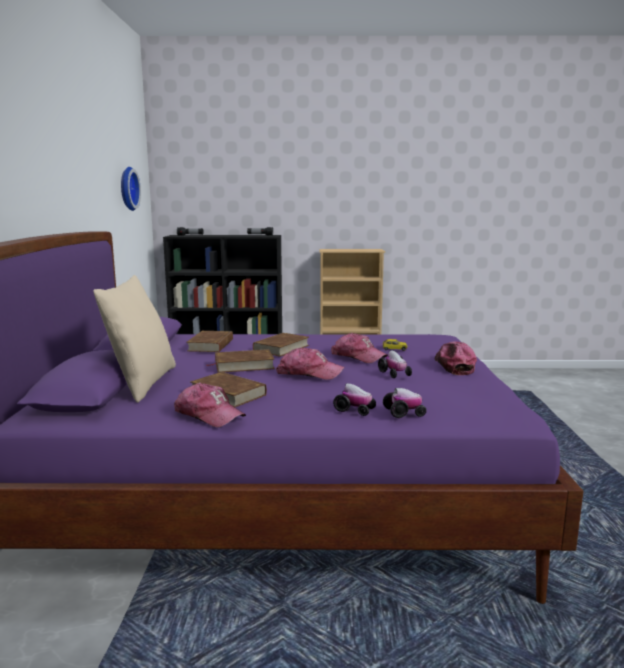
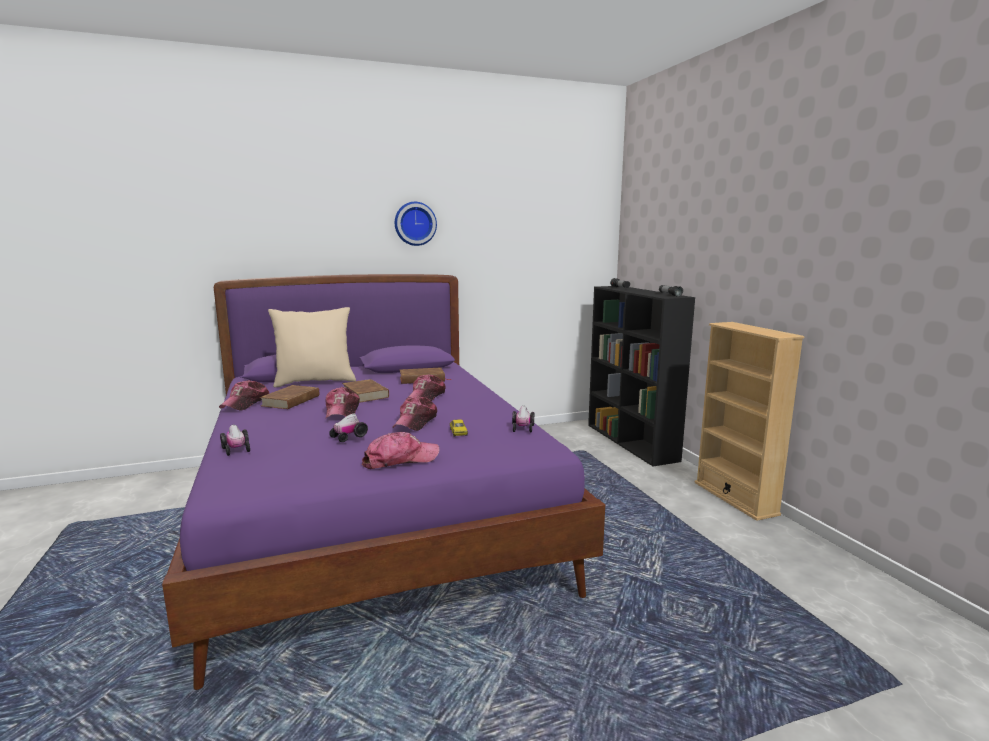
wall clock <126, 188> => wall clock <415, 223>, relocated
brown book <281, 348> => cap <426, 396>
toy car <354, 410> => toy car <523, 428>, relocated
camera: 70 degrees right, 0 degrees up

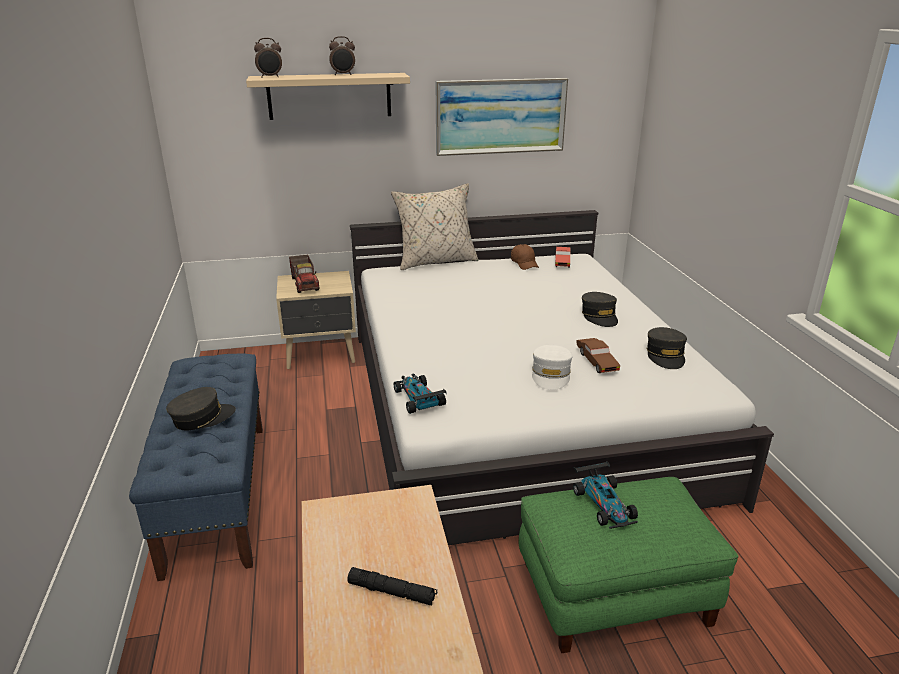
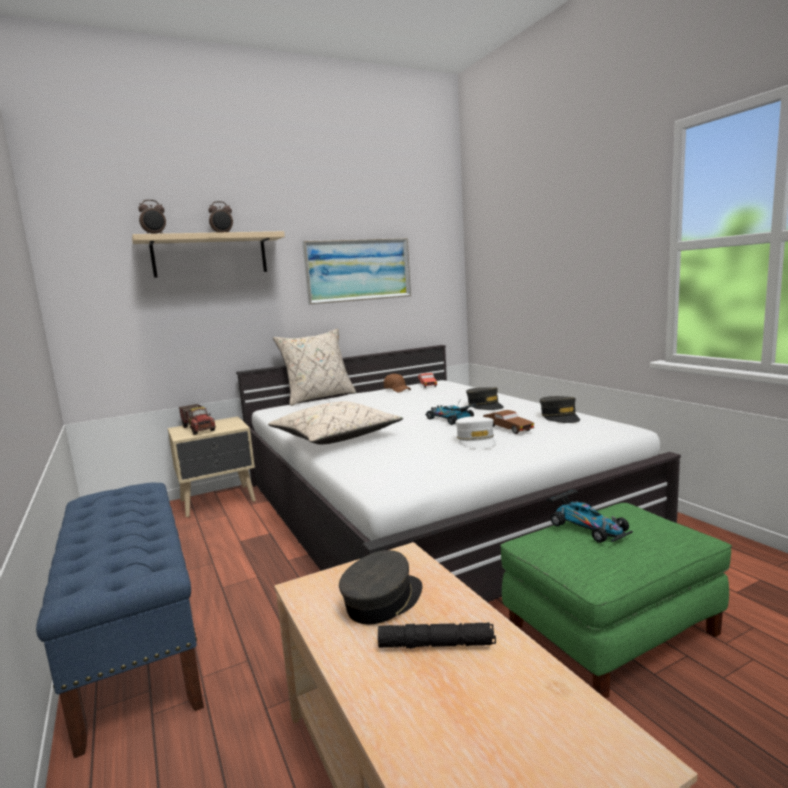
grey cap <202, 418> => grey cap <383, 601>, relocated
toy car <418, 399> => toy car <449, 419>, relocated
nothing => beige pillow <335, 438>
camera: 15 degrees left, 15 degrees down

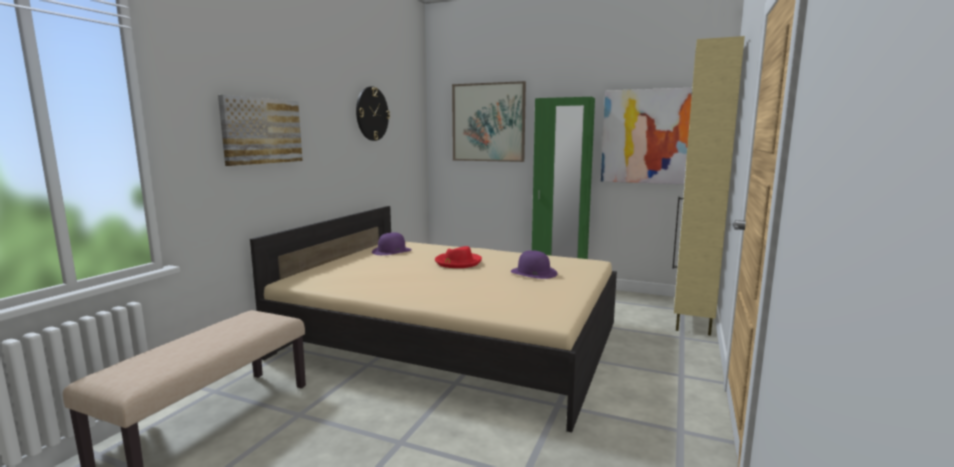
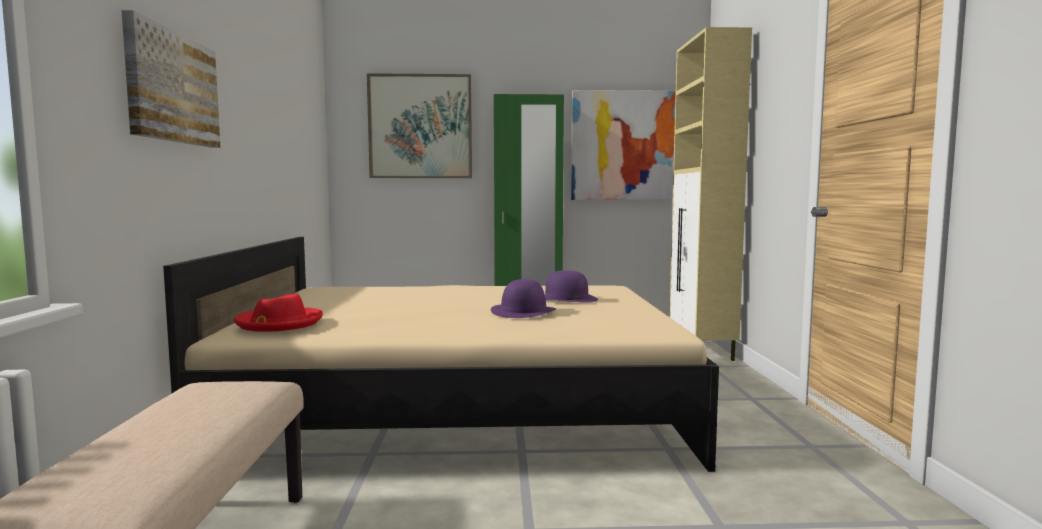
wall clock <372, 113> => nothing
purple hat <392, 251> => purple hat <523, 311>, relocated
red hat <458, 262> => red hat <279, 323>, relocated
camera: 25 degrees left, 5 degrees down

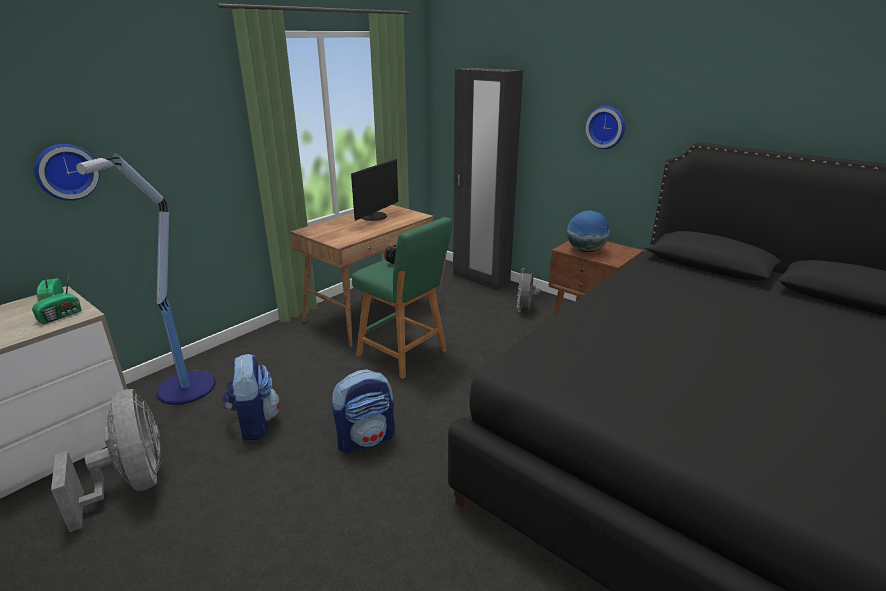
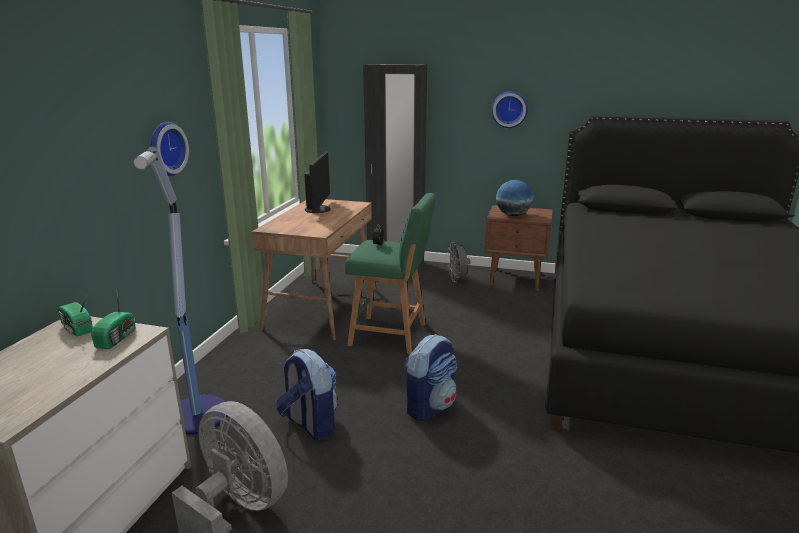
wall clock <66, 171> => wall clock <165, 148>, relocated
camera: 25 degrees left, 5 degrees down

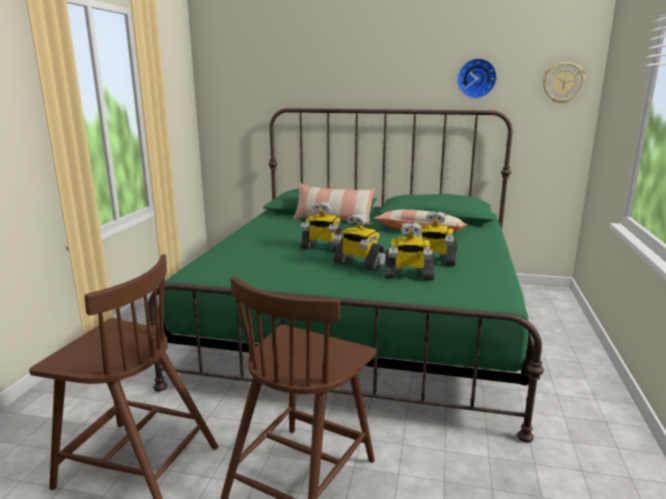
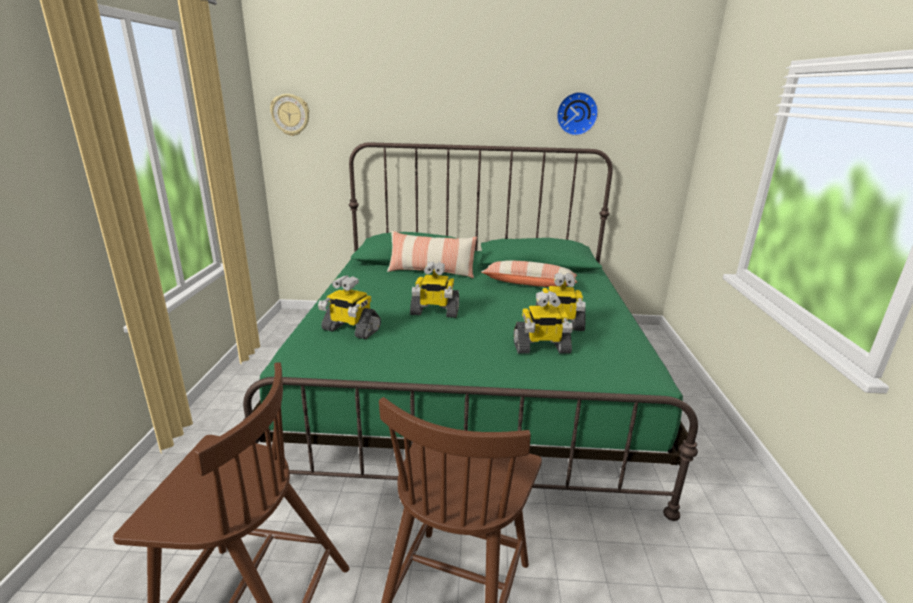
toy robot <358, 264> => toy robot <350, 330>, relocated
wall clock <563, 83> => wall clock <290, 115>, relocated
camera: 10 degrees left, 5 degrees up

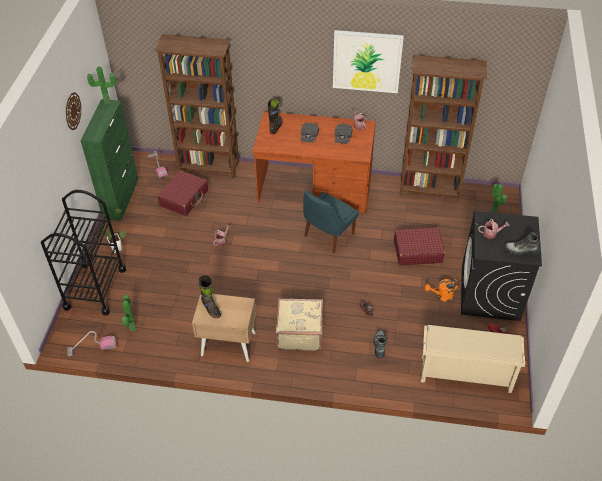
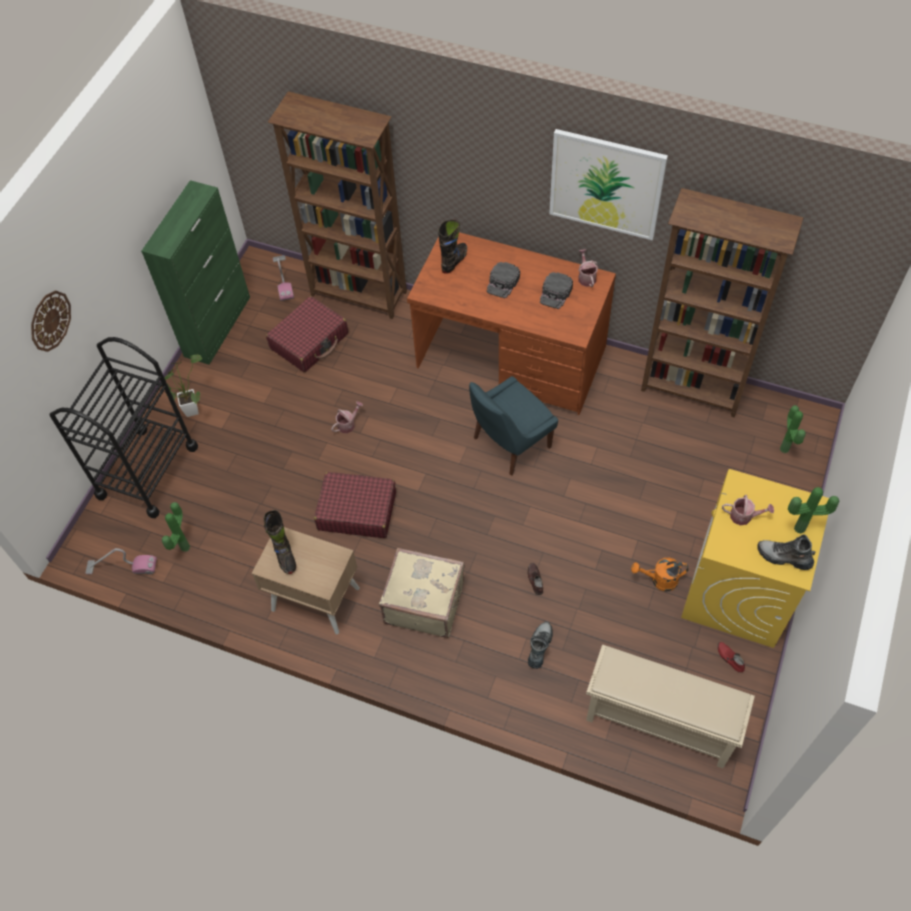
wall clock <72, 111> => wall clock <50, 321>, relocated
potted plant <107, 103> => potted plant <800, 530>, relocated
red suitcase <417, 251> => red suitcase <356, 511>, relocated
black washing machine <490, 293> => yellow washing machine <738, 591>
camera: 15 degrees right, 10 degrees up

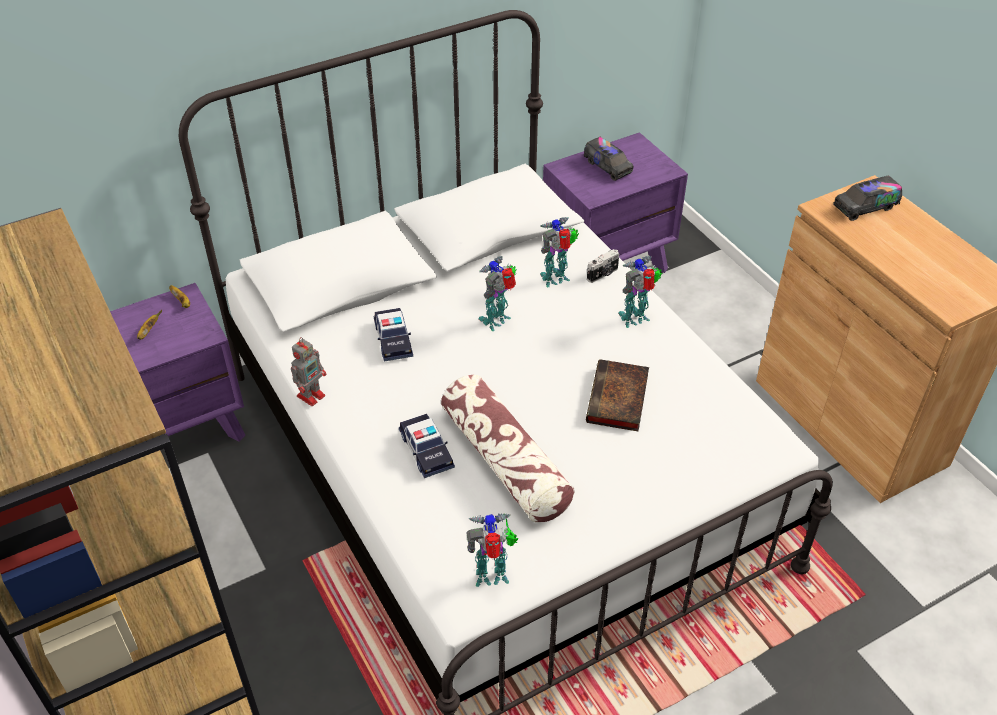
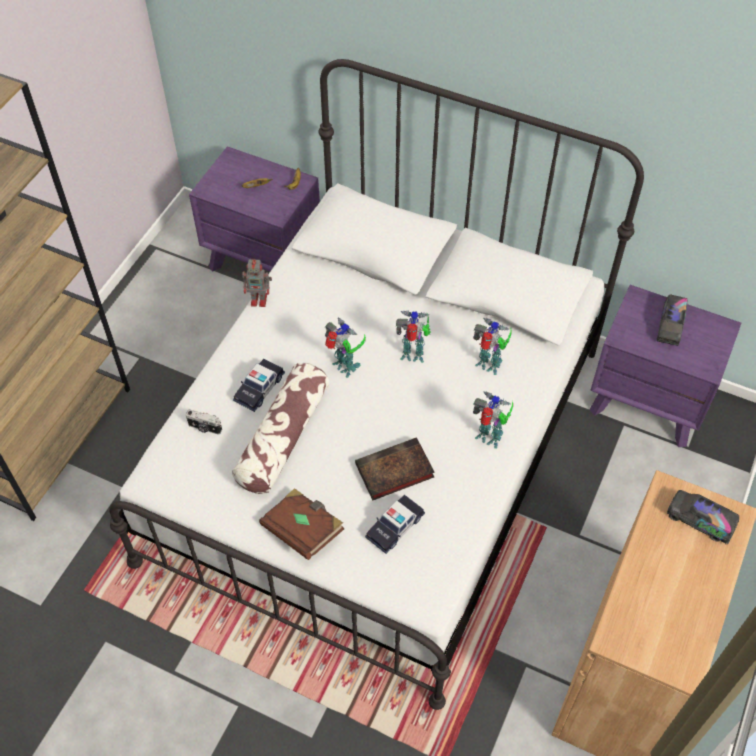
toy car <393, 340> => toy car <395, 527>, relocated
toy robot <493, 576> => toy robot <345, 368>, relocated
photo camera <603, 274> => photo camera <204, 428>, relocated
nothing => brown book <303, 530>
camera: 55 degrees right, 10 degrees up

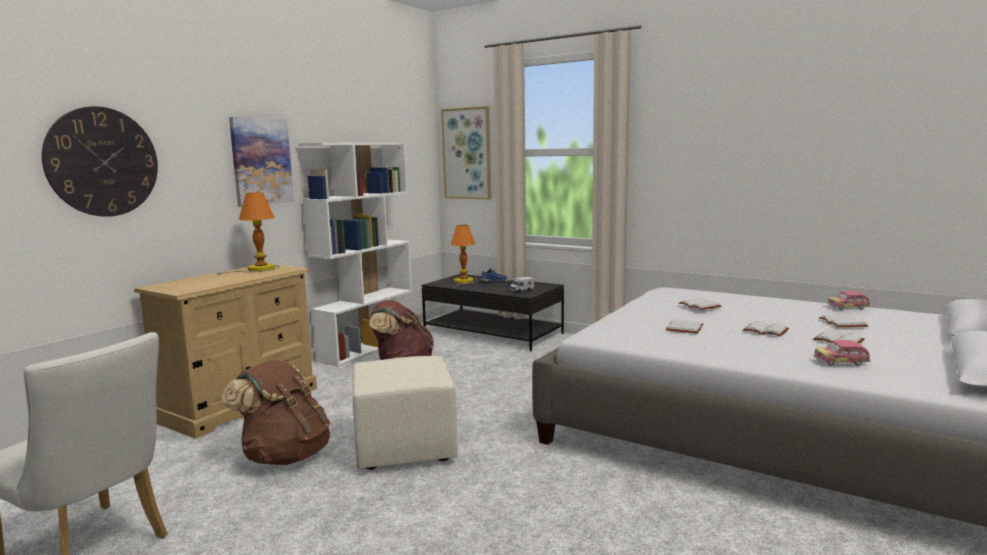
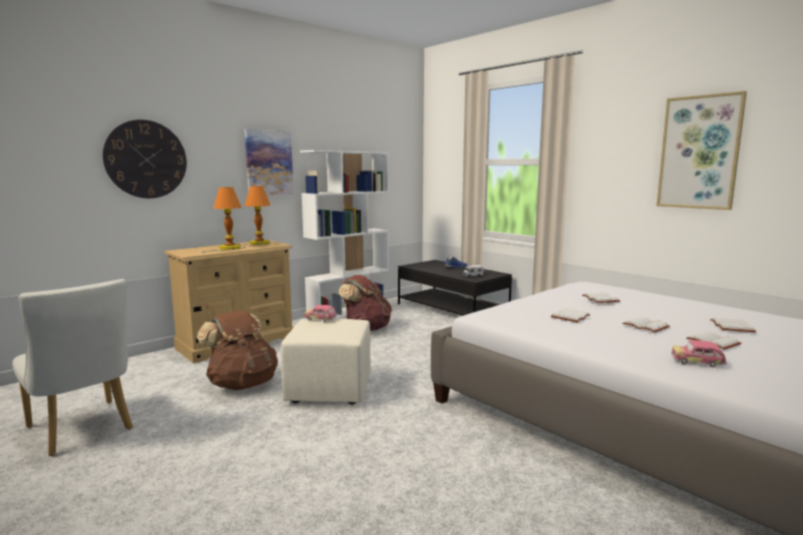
picture <467, 153> => picture <699, 152>, relocated
table lamp <464, 281> => table lamp <229, 248>, relocated
toy car <848, 308> => toy car <320, 319>, relocated
camera: 15 degrees right, 0 degrees up

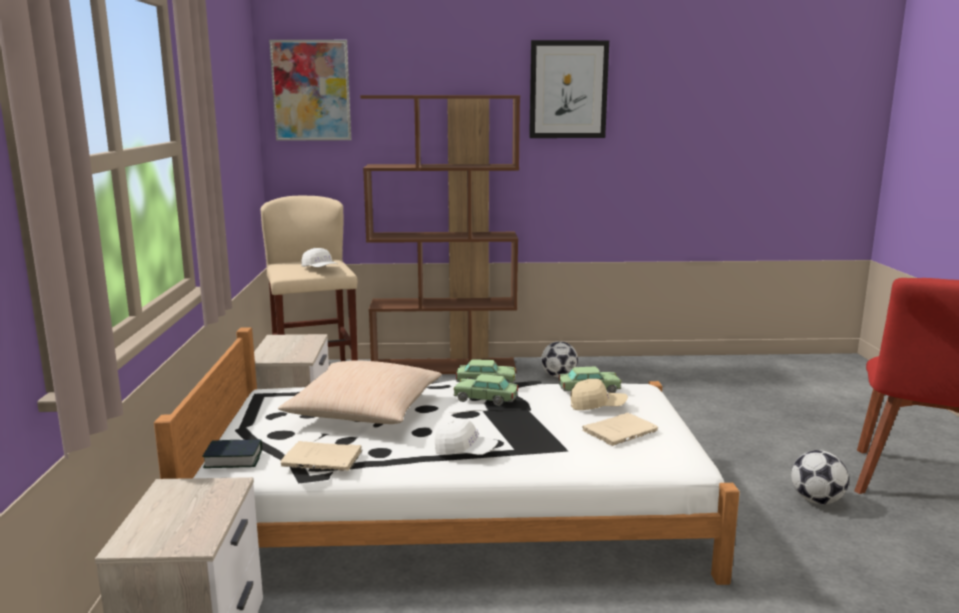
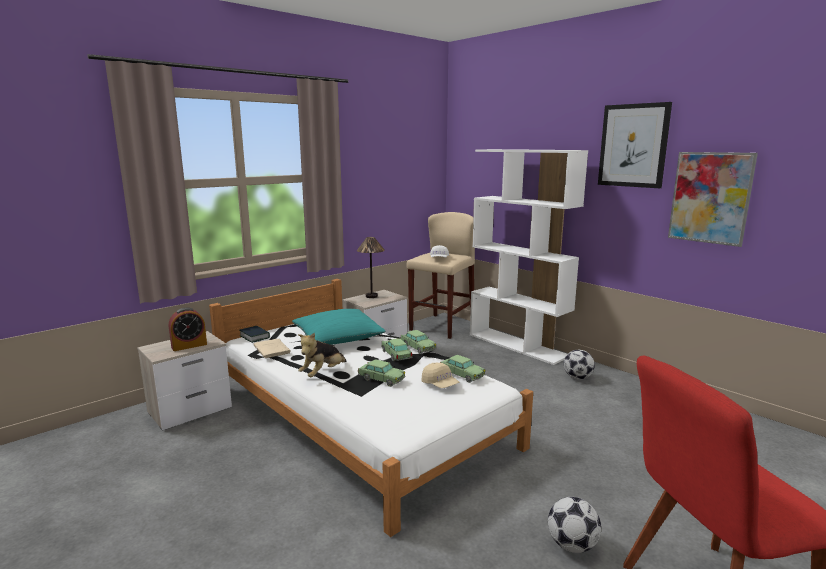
picture <311, 90> => picture <710, 198>, relocated
beige pillow <364, 410> => turquoise pillow <337, 338>
brown bookcase <445, 367> => white bookcase <518, 345>
white cap <465, 451> => plush toy <323, 373>
beige book <621, 431> => nothing
nothing => alarm clock <189, 345>
nothing => table lamp <372, 296>
nothing => toy car <381, 379>
camera: 50 degrees right, 0 degrees up

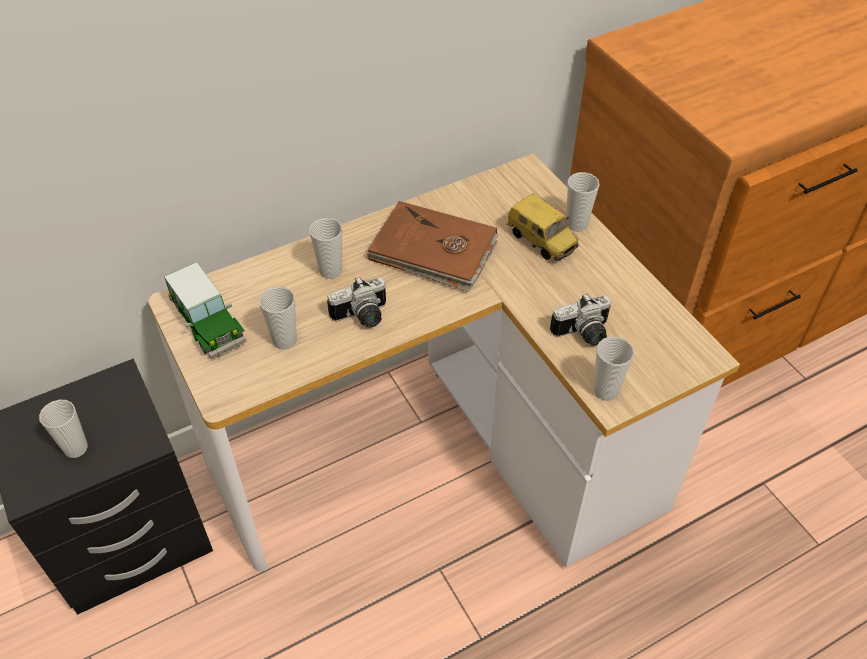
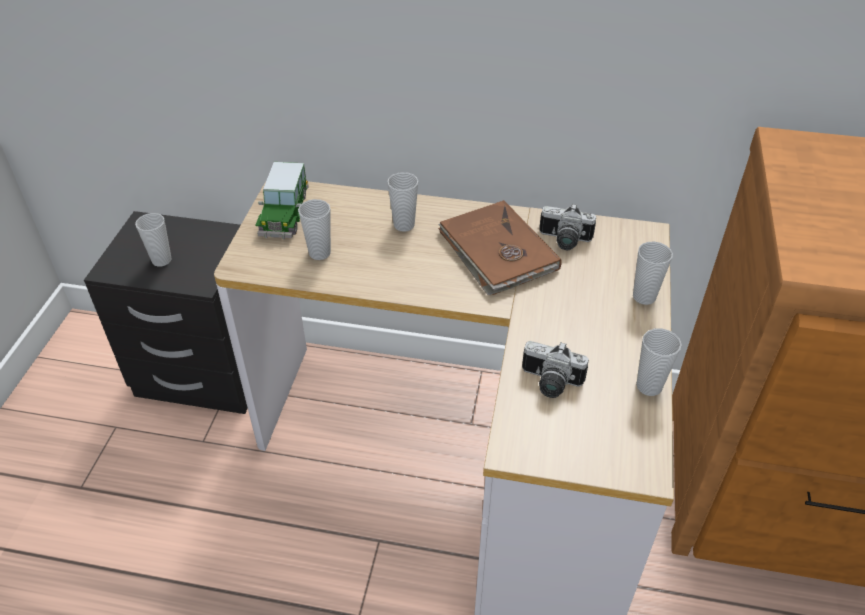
photo camera <362, 317> => photo camera <564, 241>, relocated
toy car <542, 241> => nothing
cup <605, 391> => cup <649, 386>, relocated
camera: 40 degrees right, 5 degrees down

